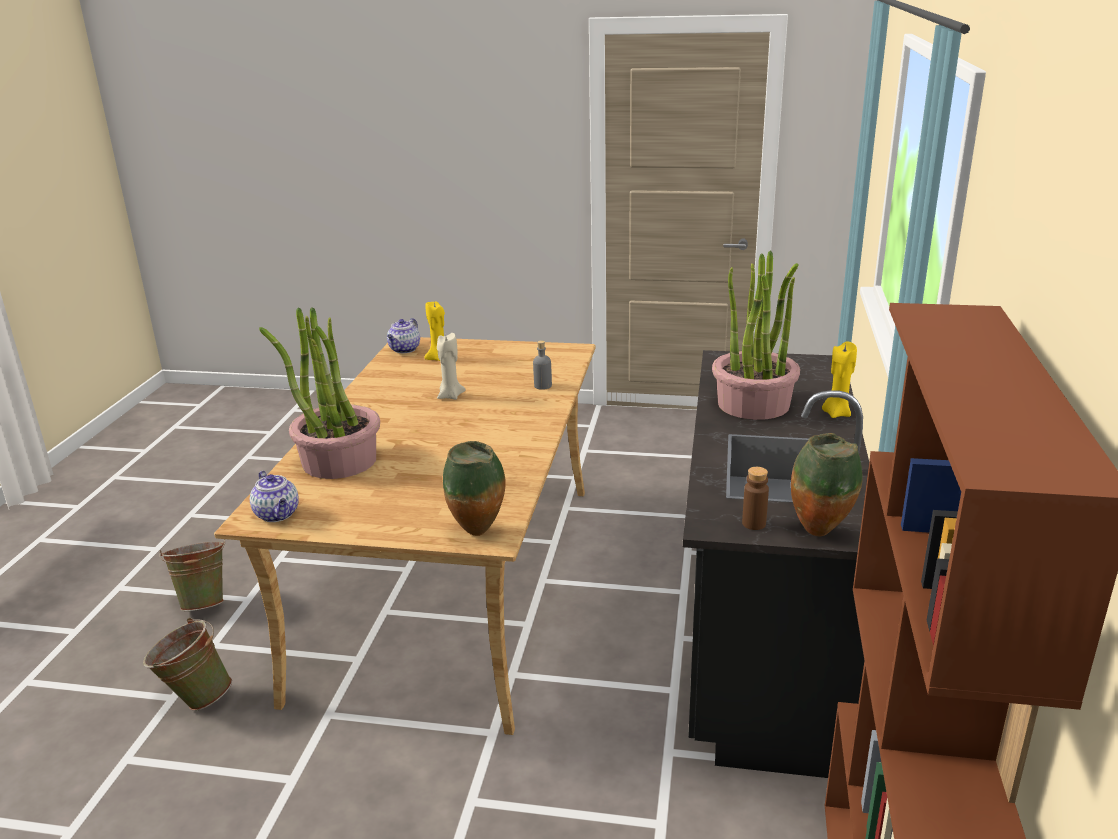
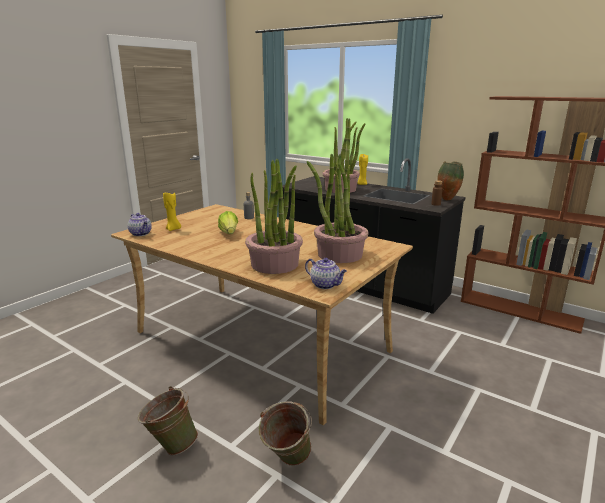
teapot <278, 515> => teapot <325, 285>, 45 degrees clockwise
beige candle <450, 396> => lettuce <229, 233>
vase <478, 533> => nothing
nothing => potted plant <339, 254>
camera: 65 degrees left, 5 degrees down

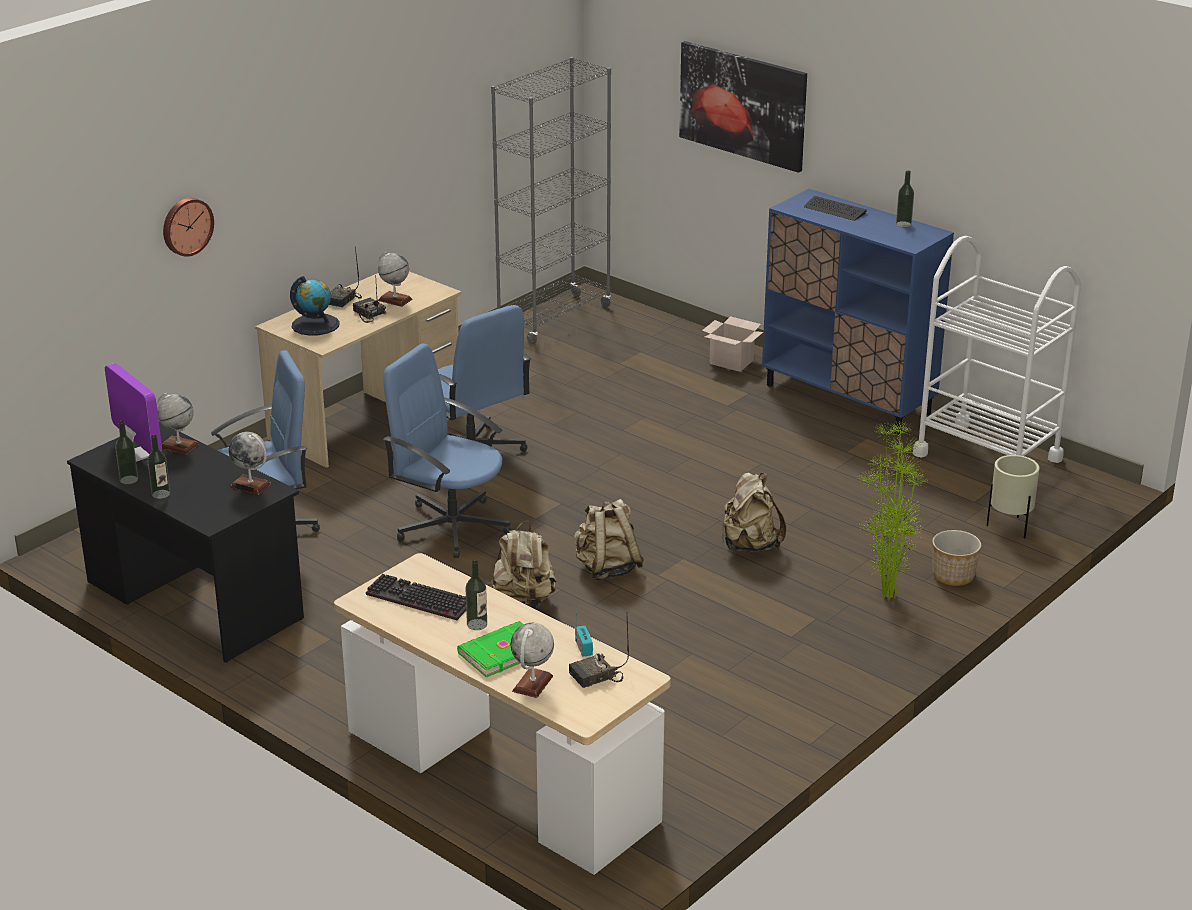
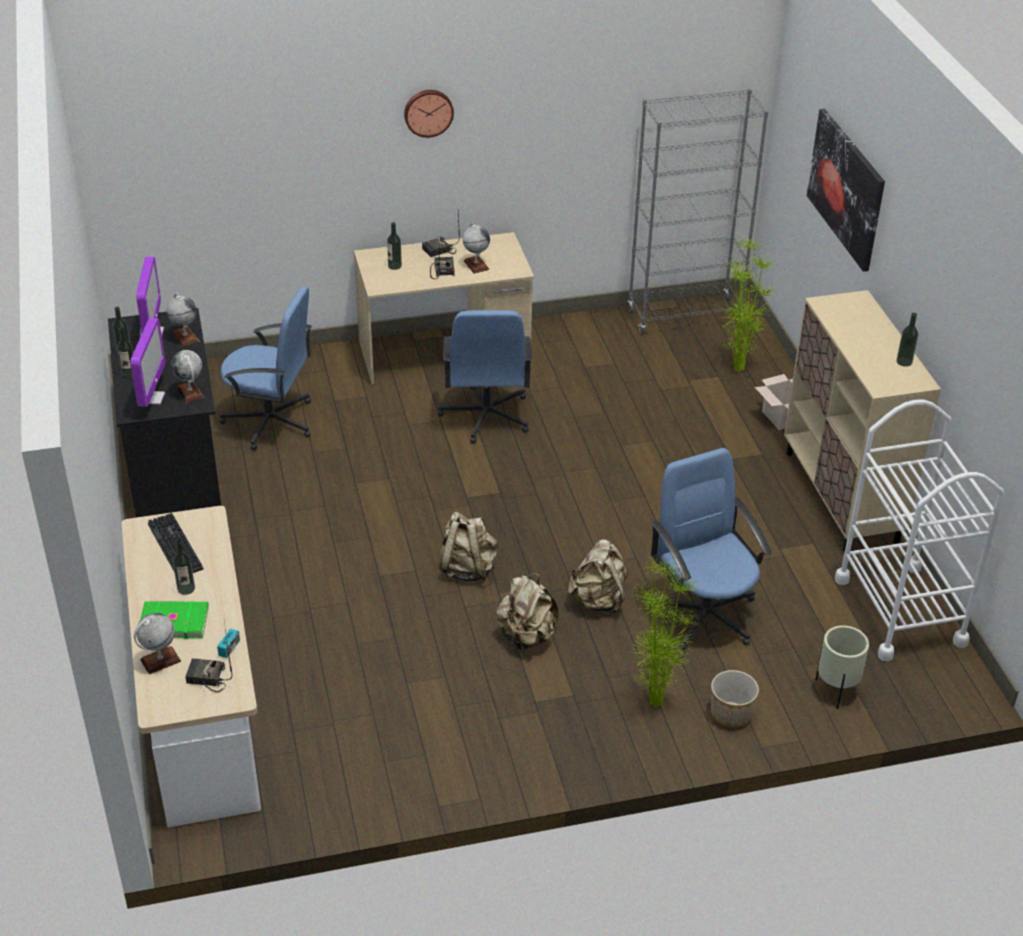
wall clock <186, 226> => wall clock <428, 112>, relocated
globe <315, 324> => bottle <394, 266>
blue office chair <451, 526> => blue office chair <704, 614>, relocated
beige backpack <524, 601> => beige backpack <526, 636>, relocated
blue cabinet <848, 399> => beige cabinet <841, 497>
keyboard <834, 210> => nothing
nothing => monitor <151, 398>
nothing => potted plant <736, 368>
camera: 35 degrees right, 10 degrees up

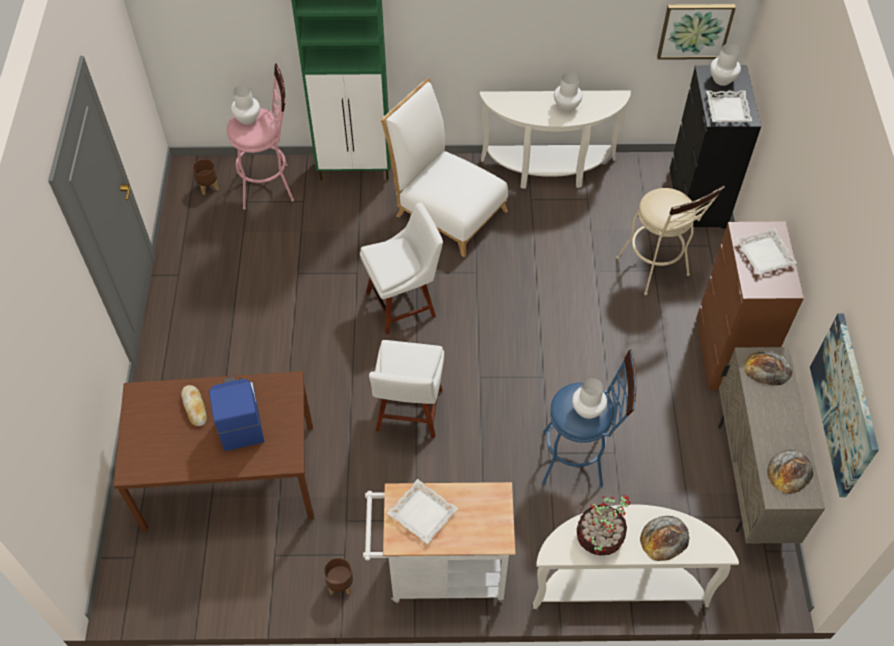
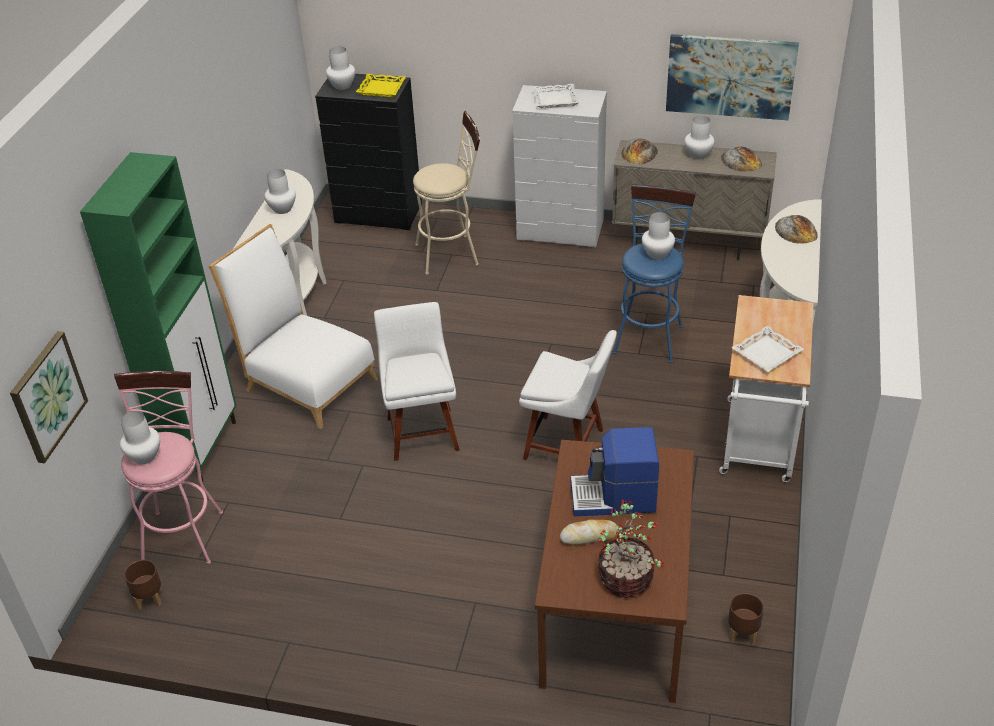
brown planter <340, 584> => brown planter <742, 634>, relocated
white chair <446, 209> => white chair <306, 381>, 75 degrees clockwise
potted plant <599, 538> => potted plant <627, 578>, relocated
picture <695, 30> => picture <47, 396>, relocated
brown dresser <727, 354> => white dresser <560, 231>
white tray <728, 110> => yellow tray <381, 89>
nothing => white vase <698, 155>
camera: 75 degrees left, 15 degrees down

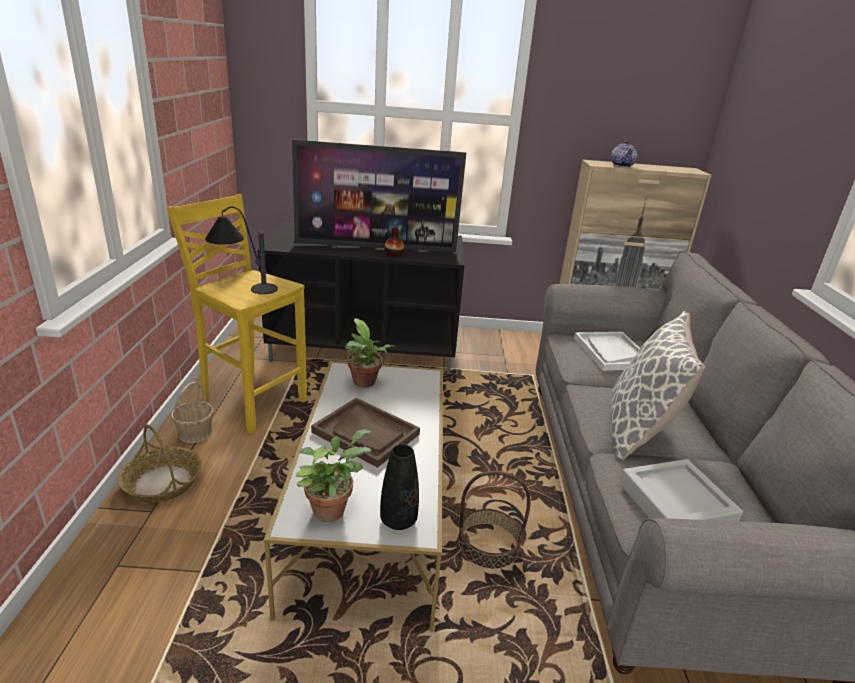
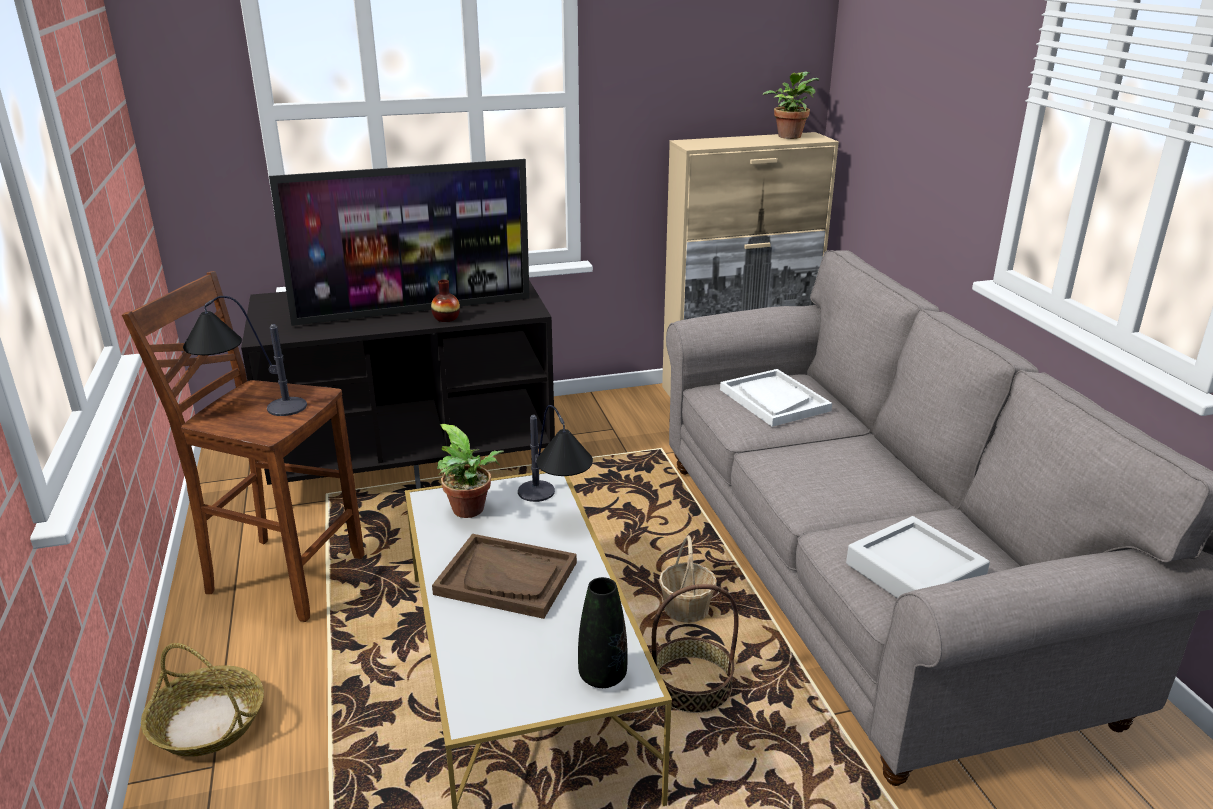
yellow stool <252, 401> => brown stool <282, 575>
basket <195, 433> => basket <686, 609>, relocated
potted plant <331, 508> => potted plant <789, 136>, relocated
teapot <622, 165> => nothing
pillow <638, 431> => nothing
nothing => table lamp <555, 509>
camera: 15 degrees left, 0 degrees up

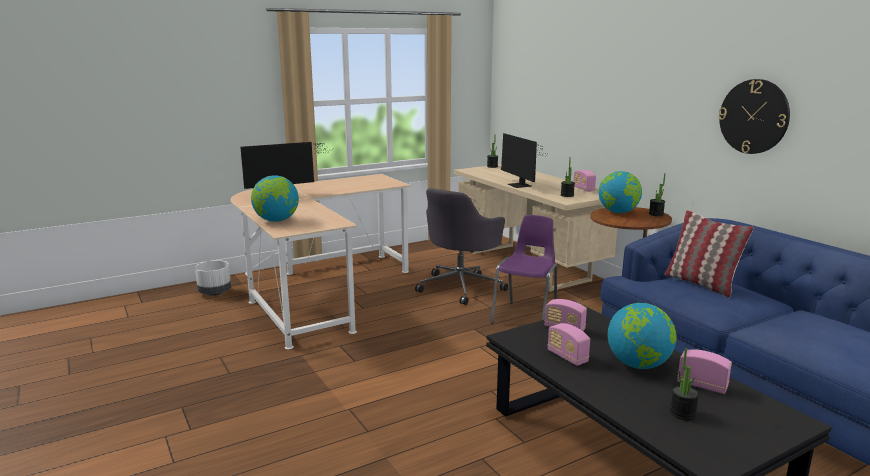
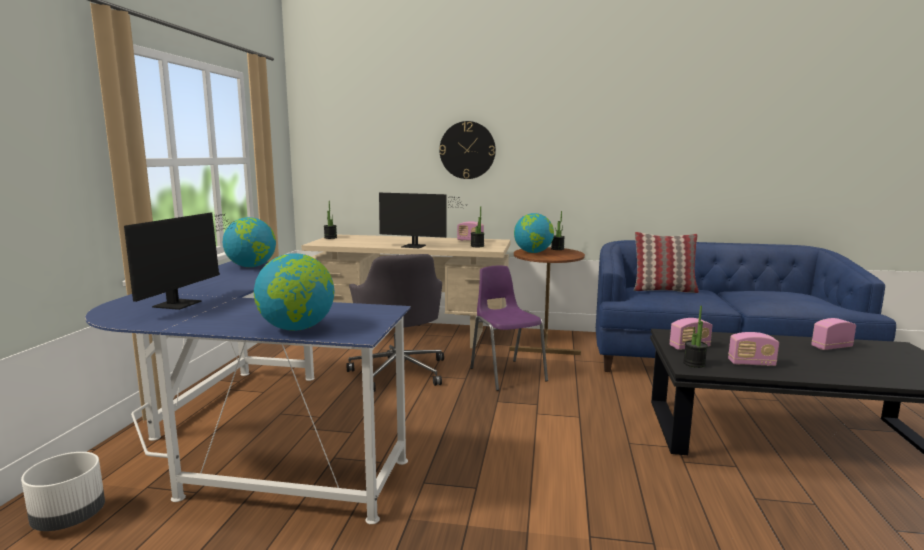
beige desk <317, 292> => blue desk <252, 441>
globe <638, 365> => globe <251, 266>, relocated
potted plant <682, 413> => potted plant <694, 363>, relocated
wall clock <754, 116> => wall clock <467, 150>, relocated
camera: 50 degrees left, 5 degrees down

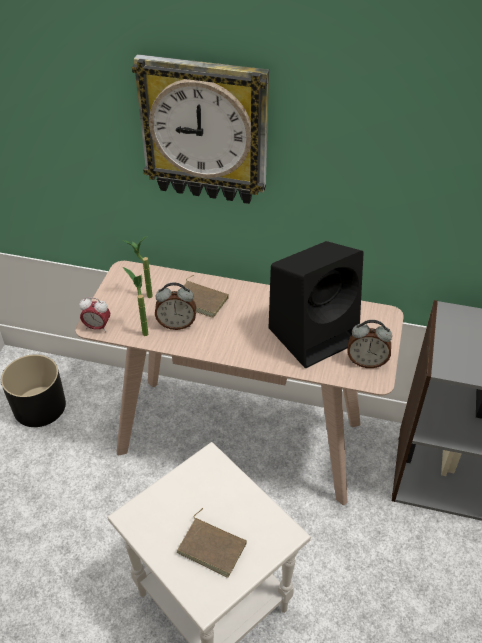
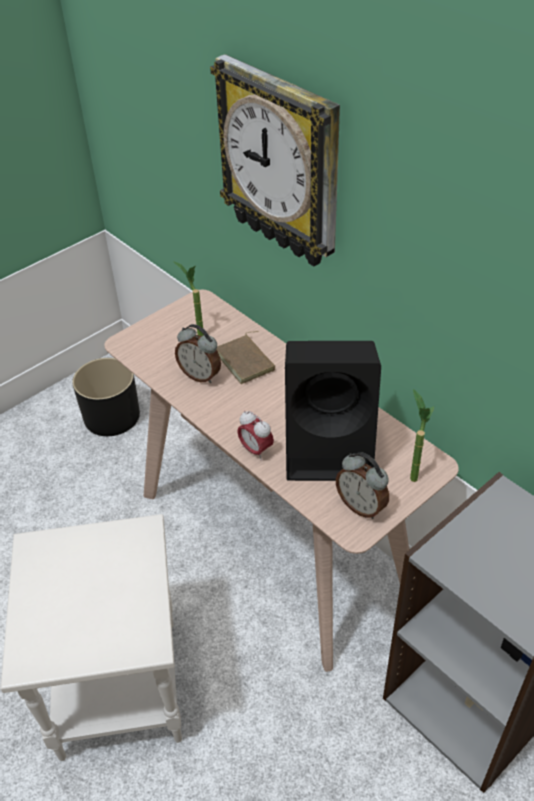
alarm clock <97, 327> => alarm clock <256, 450>, relocated
potted plant <142, 330> => potted plant <412, 472>, relocated
brown book <213, 546> => nothing
camera: 35 degrees right, 0 degrees up

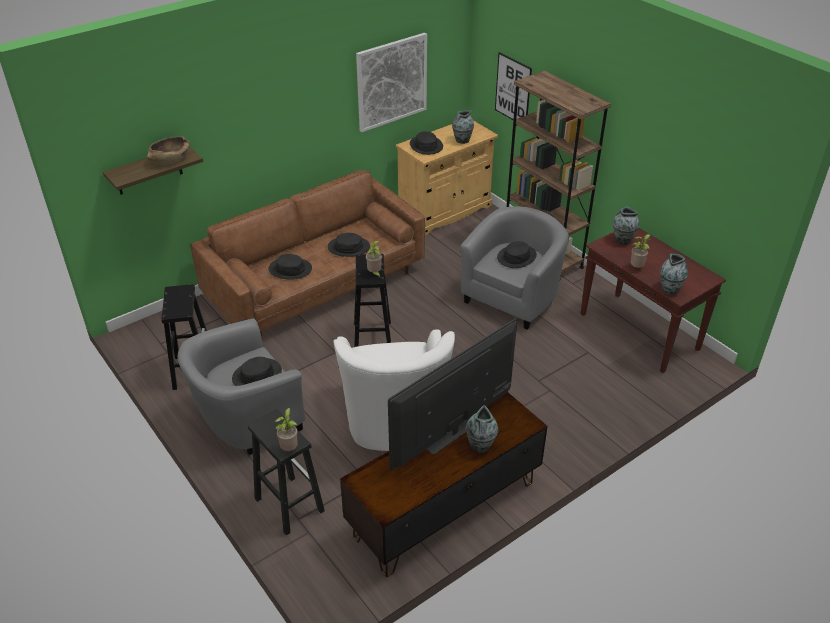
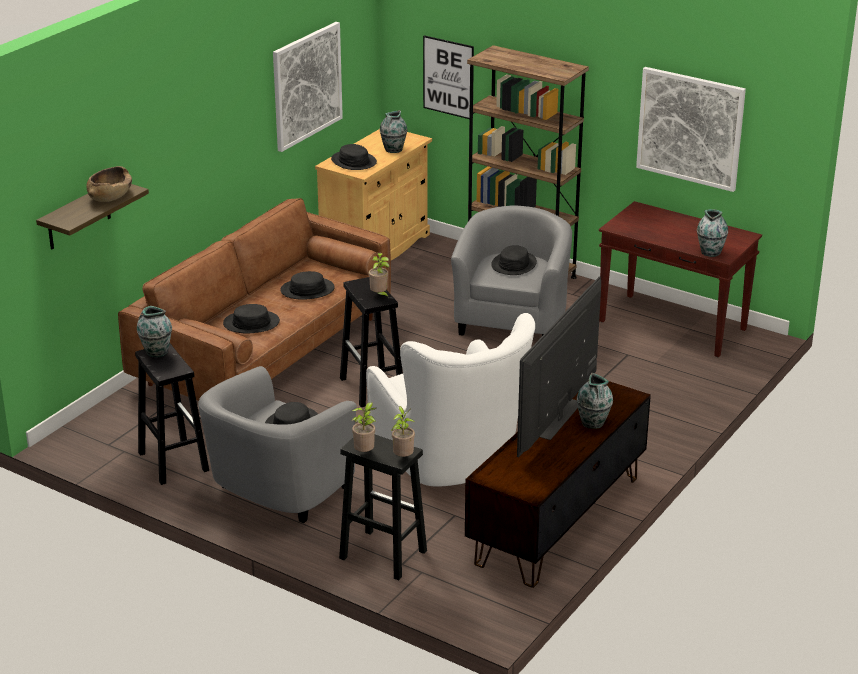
vase <622, 240> => vase <156, 352>, relocated
potted plant <637, 268> => potted plant <365, 453>, relocated
nothing => picture <690, 128>
camera: 20 degrees left, 10 degrees down

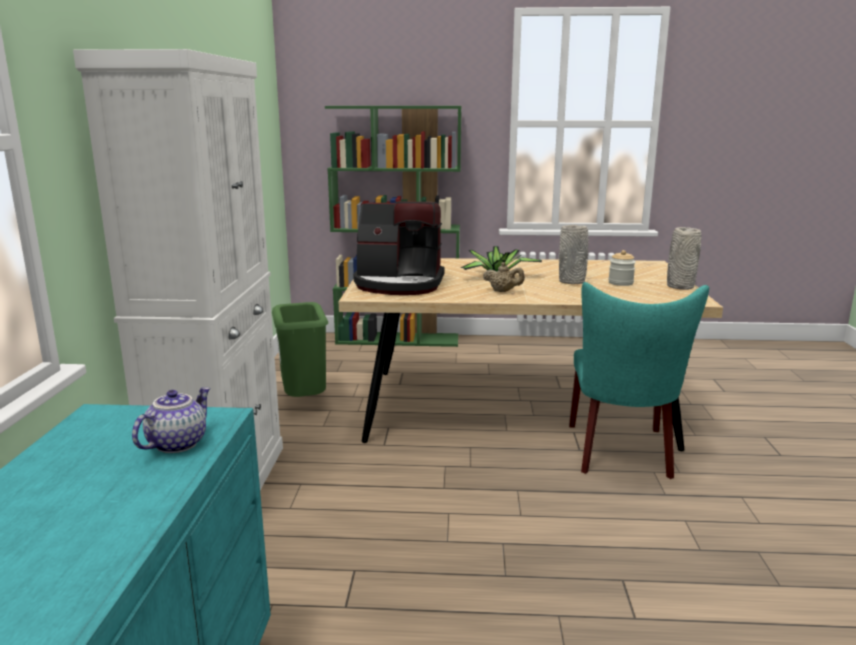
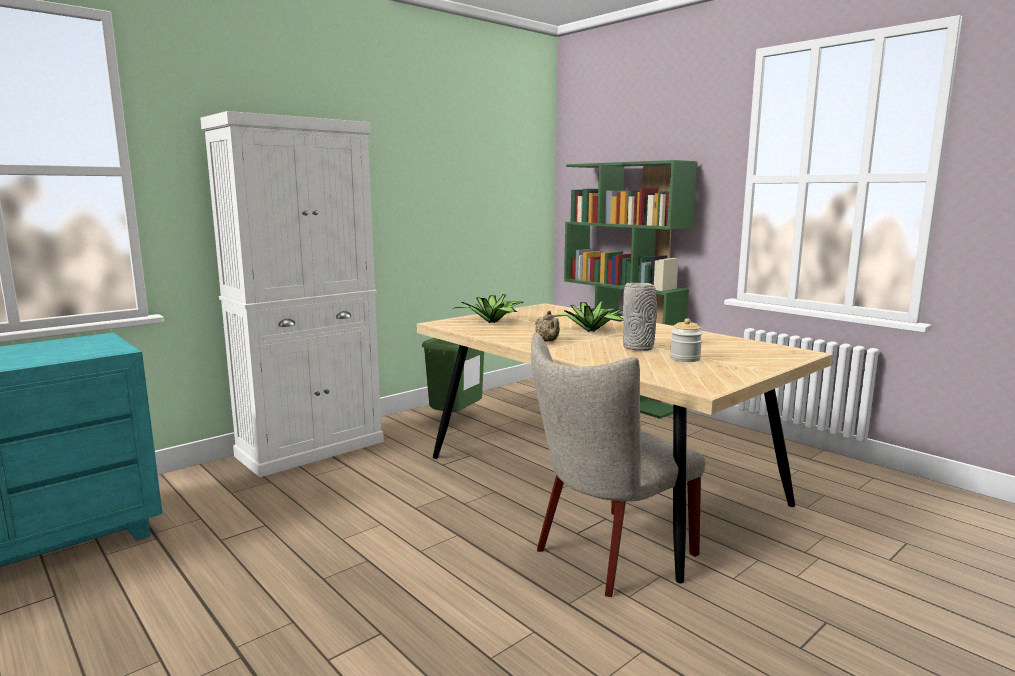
teapot <176, 443> => nothing
coffee machine <399, 284> => potted plant <493, 322>
turquoise chair <621, 454> => beige chair <607, 554>
grey vase <679, 286> => nothing
camera: 45 degrees right, 5 degrees down

